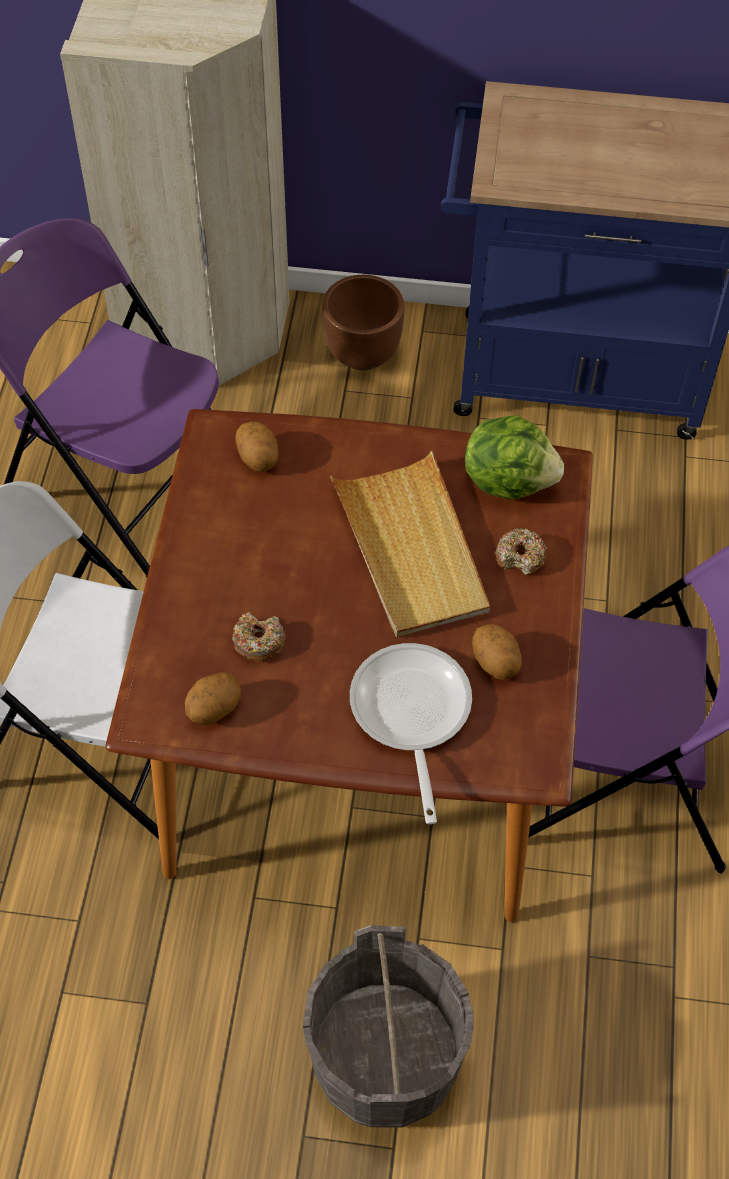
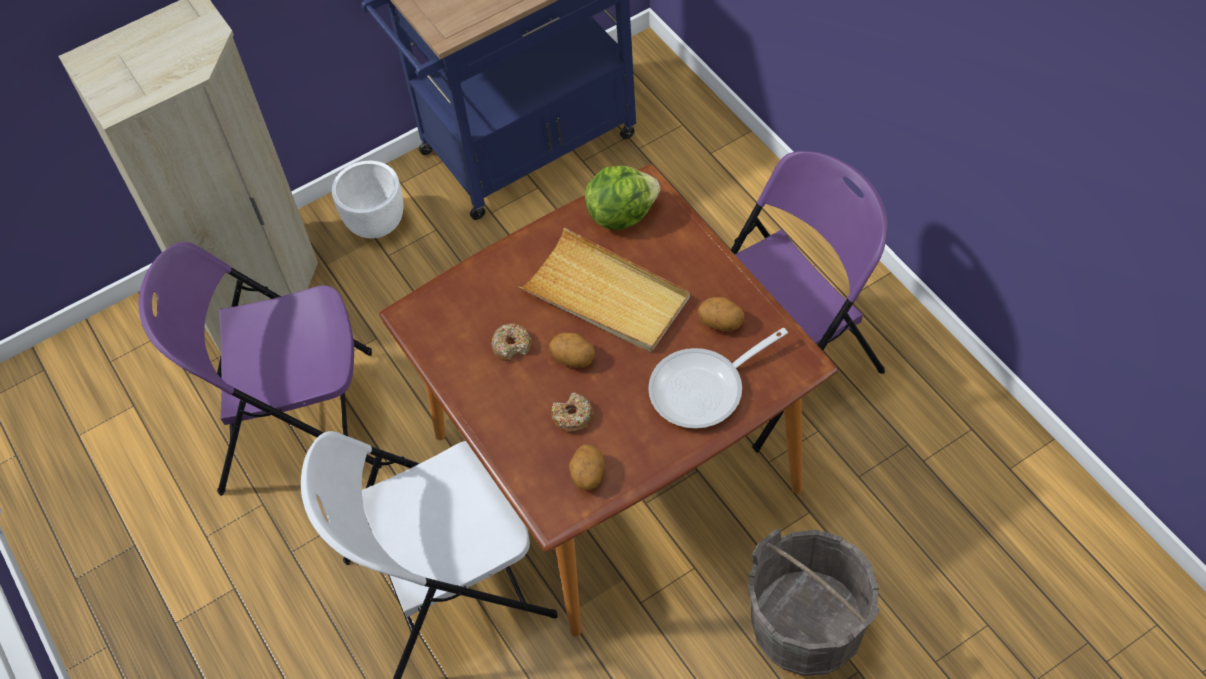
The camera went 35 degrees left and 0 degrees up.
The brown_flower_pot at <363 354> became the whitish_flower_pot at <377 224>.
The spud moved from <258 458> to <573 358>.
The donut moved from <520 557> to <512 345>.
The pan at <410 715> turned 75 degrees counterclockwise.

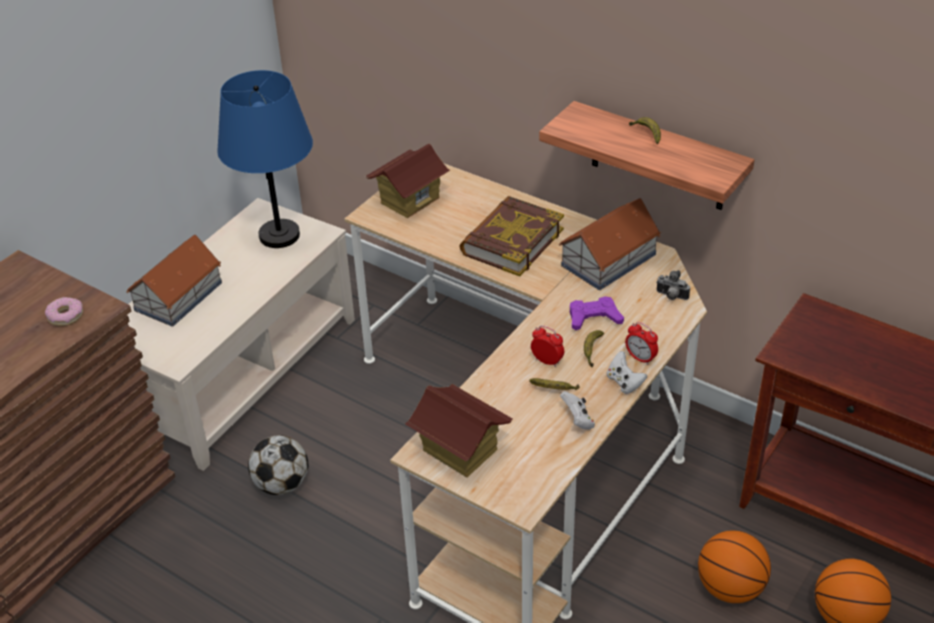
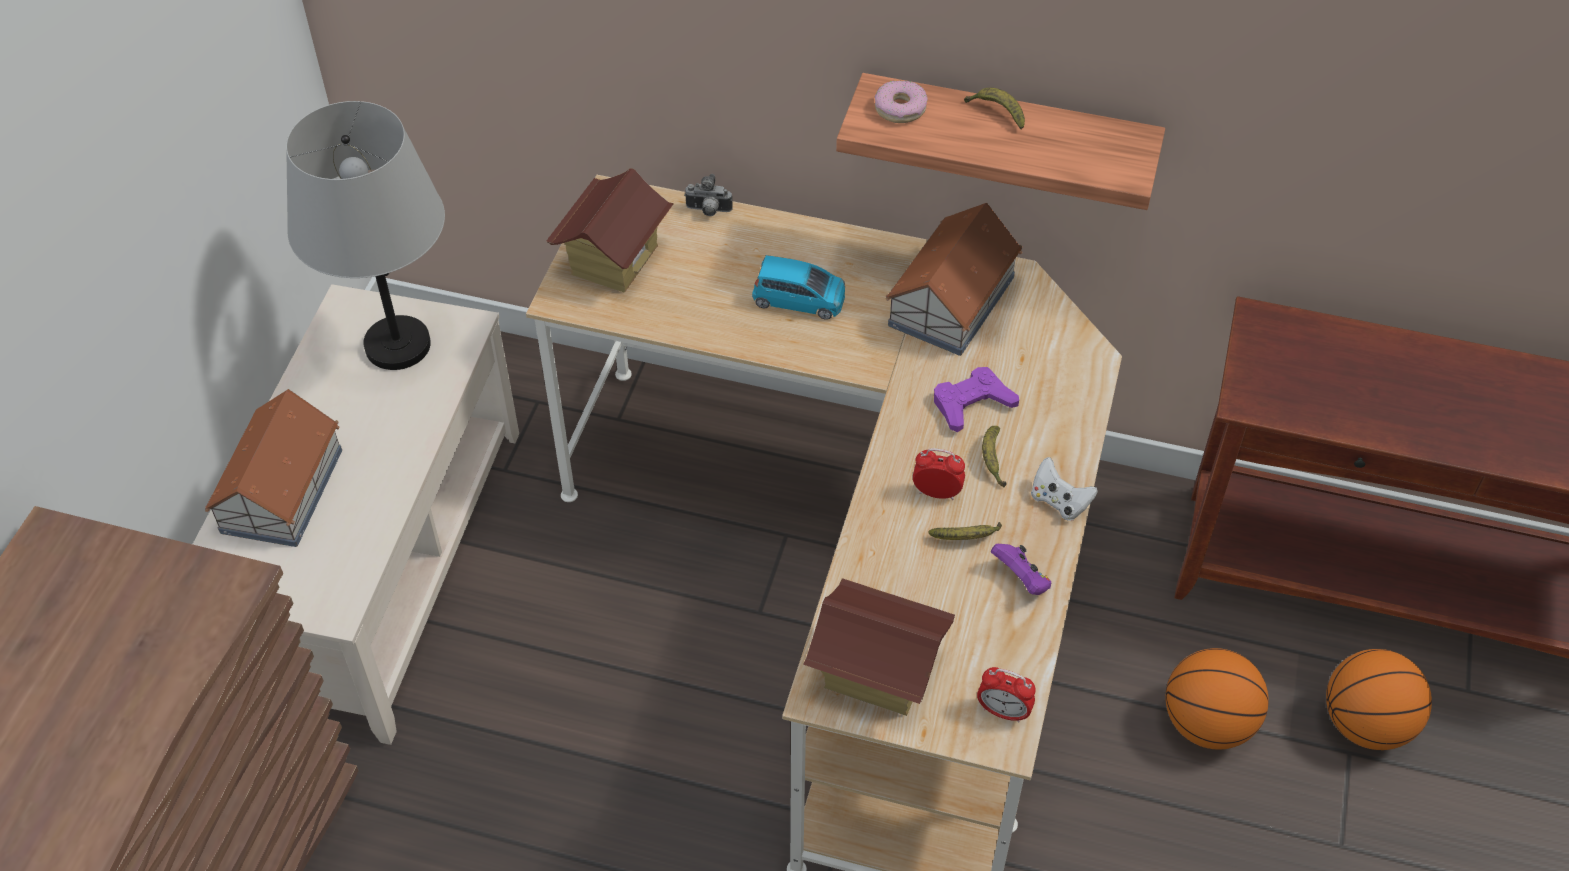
The camera went 20 degrees left and 10 degrees up.
The bluish_table_lamp at <279 235> became the grey_table_lamp at <397 345>.
The volume at <511 241> was replaced by the bluish_miniature_car at <799 300>.
The still_camera moved from <671 296> to <708 211>.
The donut moved from <65 316> to <900 108>.
The bedside_clock moved from <640 358> to <1003 711>.
The whitish_joypad at <578 420> became the purple_joypad at <1021 580>.
The ball_for_football at <282 484> disappeared.

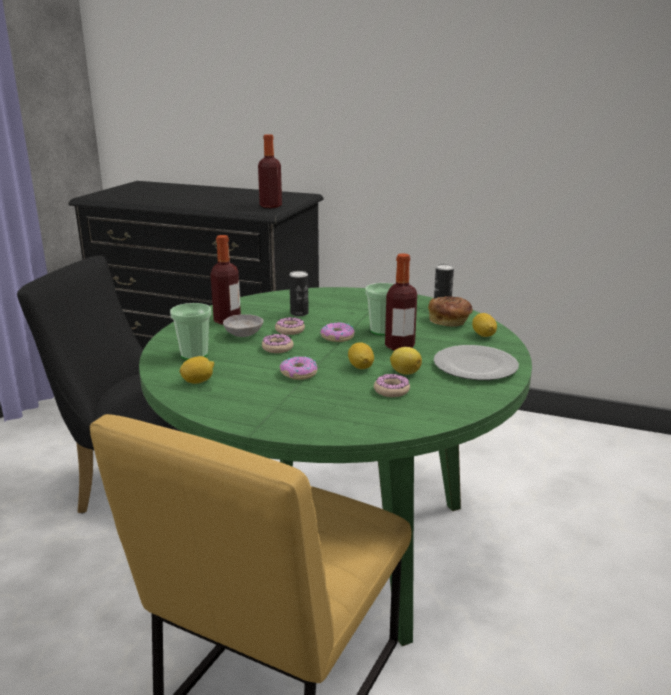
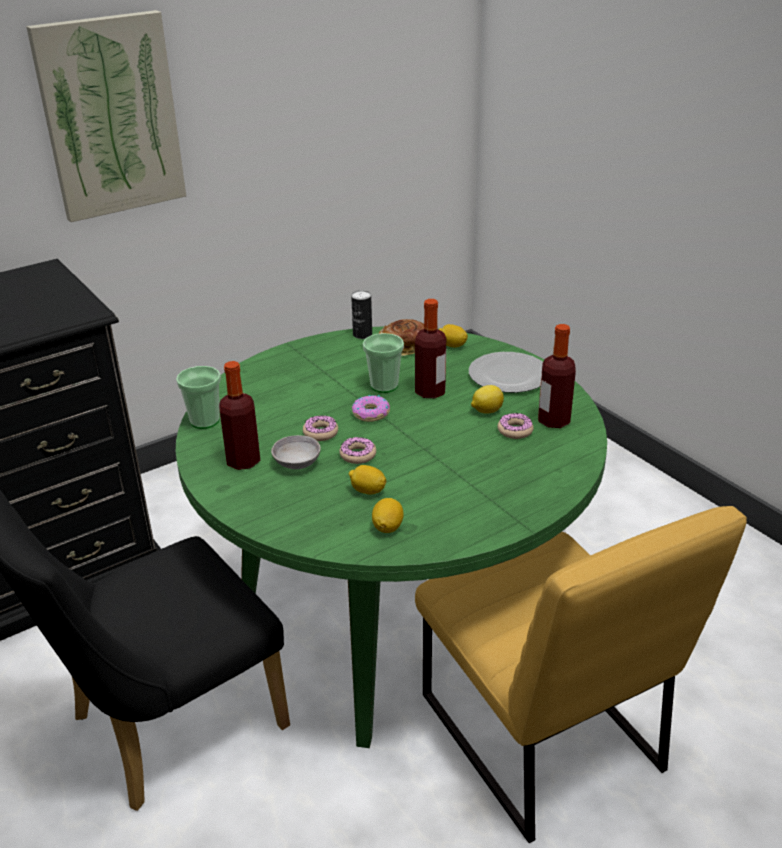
The camera went 55 degrees left and 10 degrees up.
The beverage_bottle moved from <270 206> to <553 420>.
The metal_can at <299 313> disappeared.
The small_cup moved from <194 355> to <204 421>.
The lemon moved from <360 367> to <368 491>.
The donut at <299 373> disappeared.
The wall_picture at <110 116> appeared.

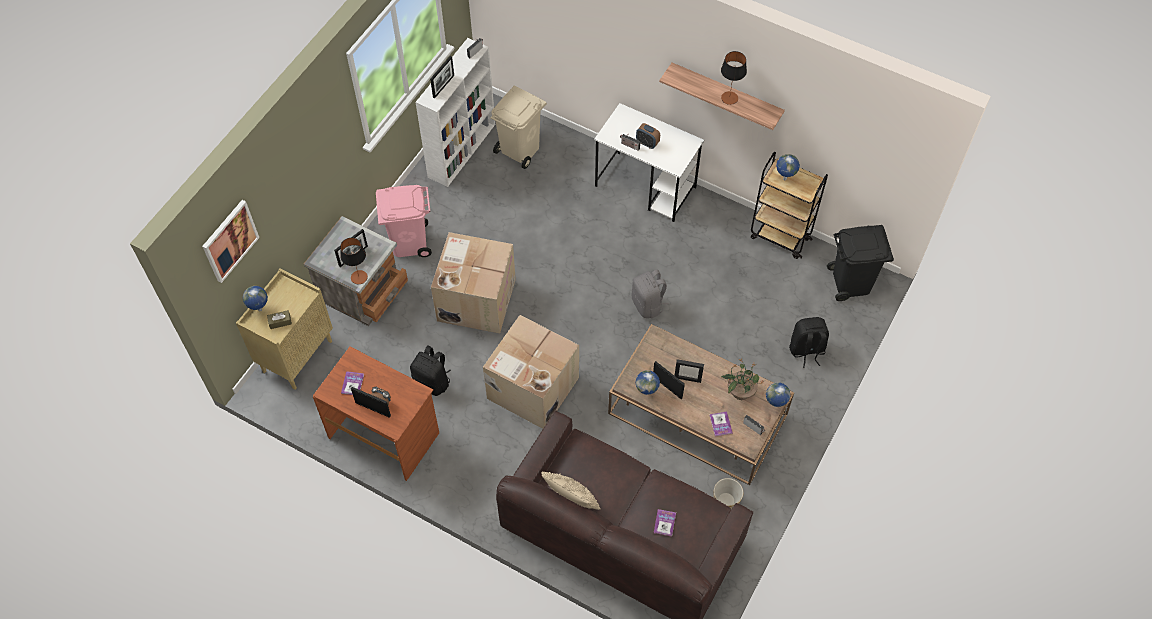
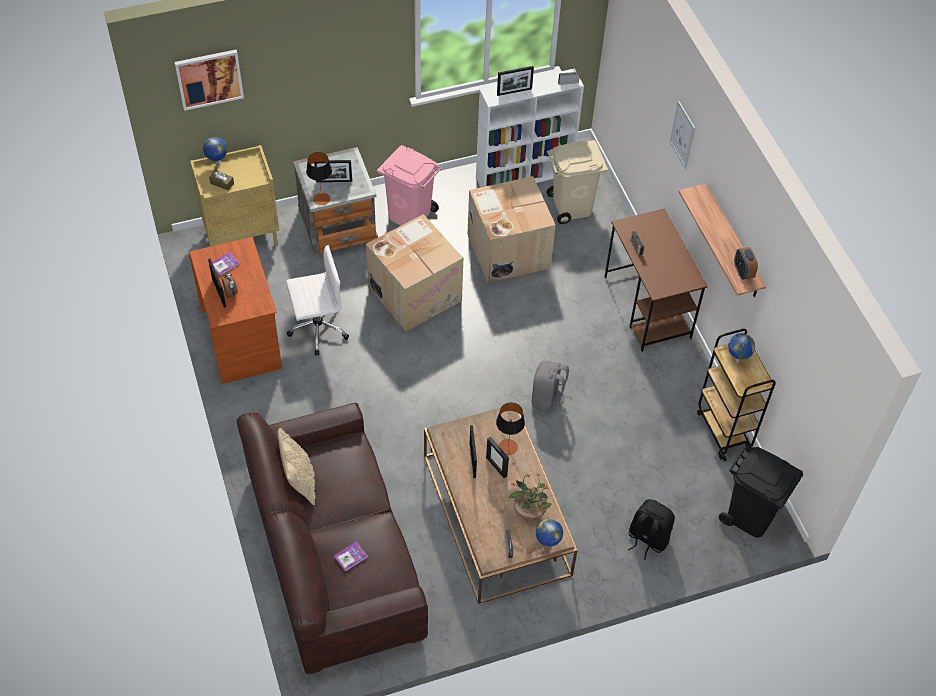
The camera went 40 degrees right and 5 degrees down.
The table_lamp moved from <729 98> to <508 447>.
The whitish_desk_unit at <646 187> became the brown_desk_unit at <647 307>.
The bedside_clock moved from <647 143> to <743 272>.
The packing_box moved from <531 388> to <507 250>.
The blackish_knapsack at <432 382> was replaced by the whitish_computer_chair at <317 328>.
The desk_globe at <647 392> disappeared.
The volume at <720 424> disappeared.
The flower_pot at <725 500> disappeared.
The wall_picture at <682 135> appeared.

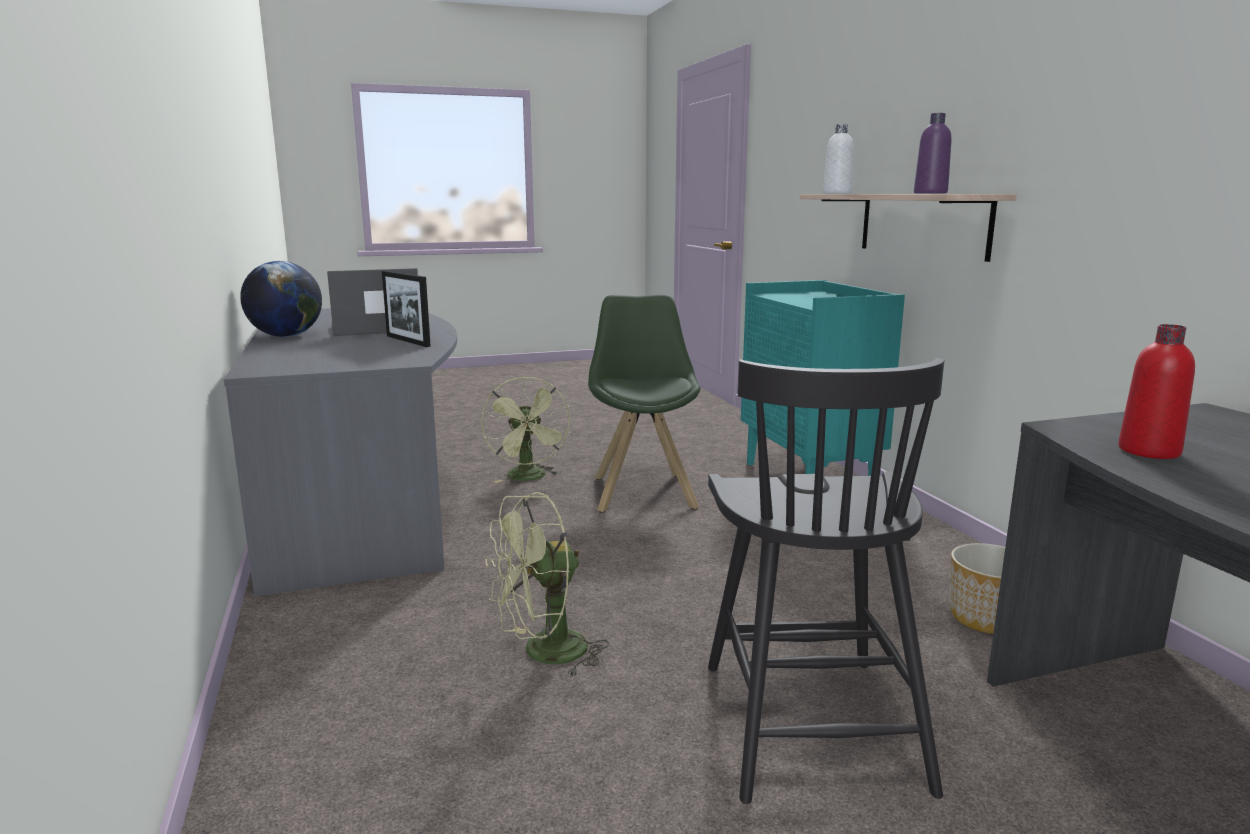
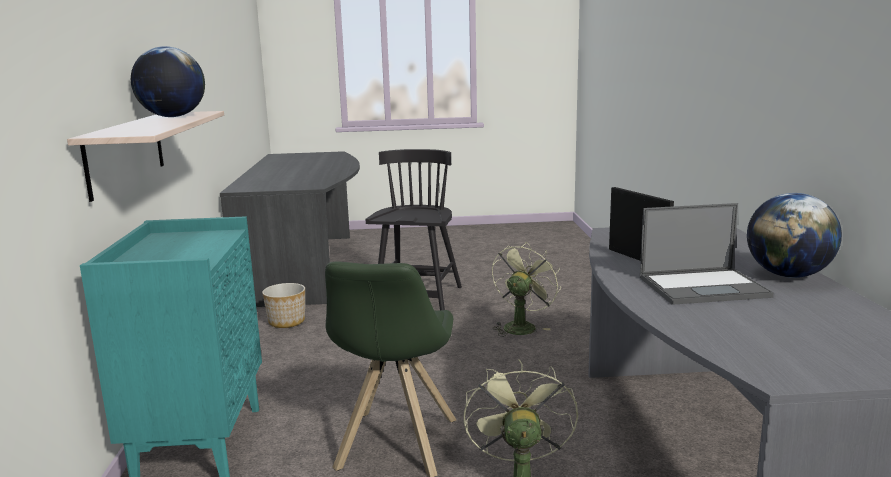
The camera went 165 degrees left and 0 degrees up.
The purple_beverage_bottle at <930 193> was replaced by the desk_globe at <173 117>.
The whitish_beverage_bottle at <837 193> disappeared.
The reddish_beverage_bottle at <1149 451> disappeared.
The green-coloured_fan at <543 654> turned 45 degrees counterclockwise.

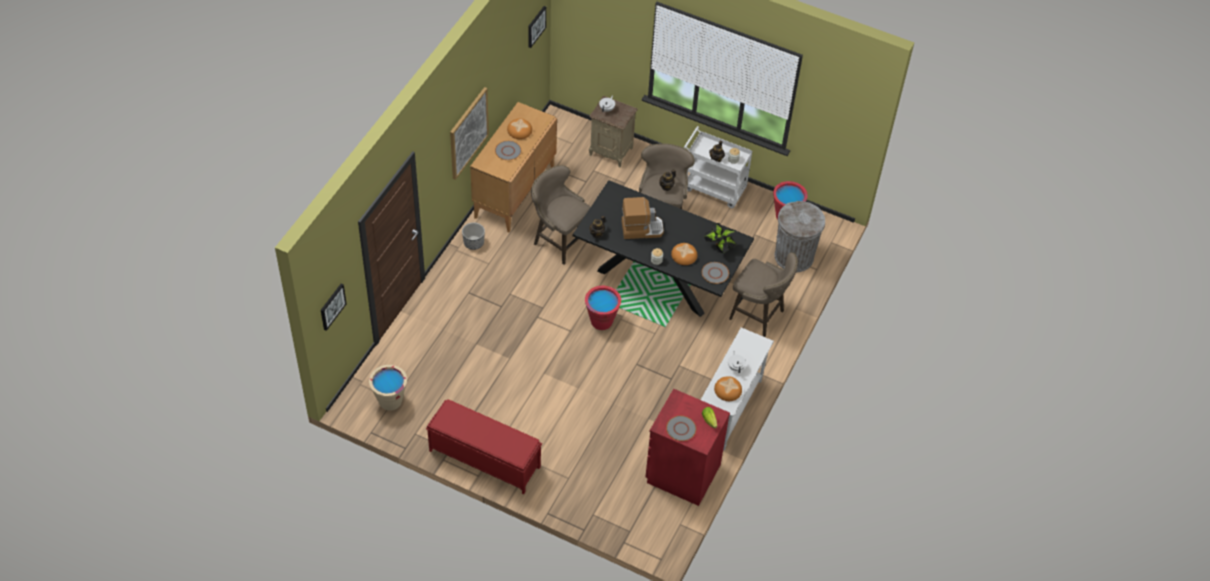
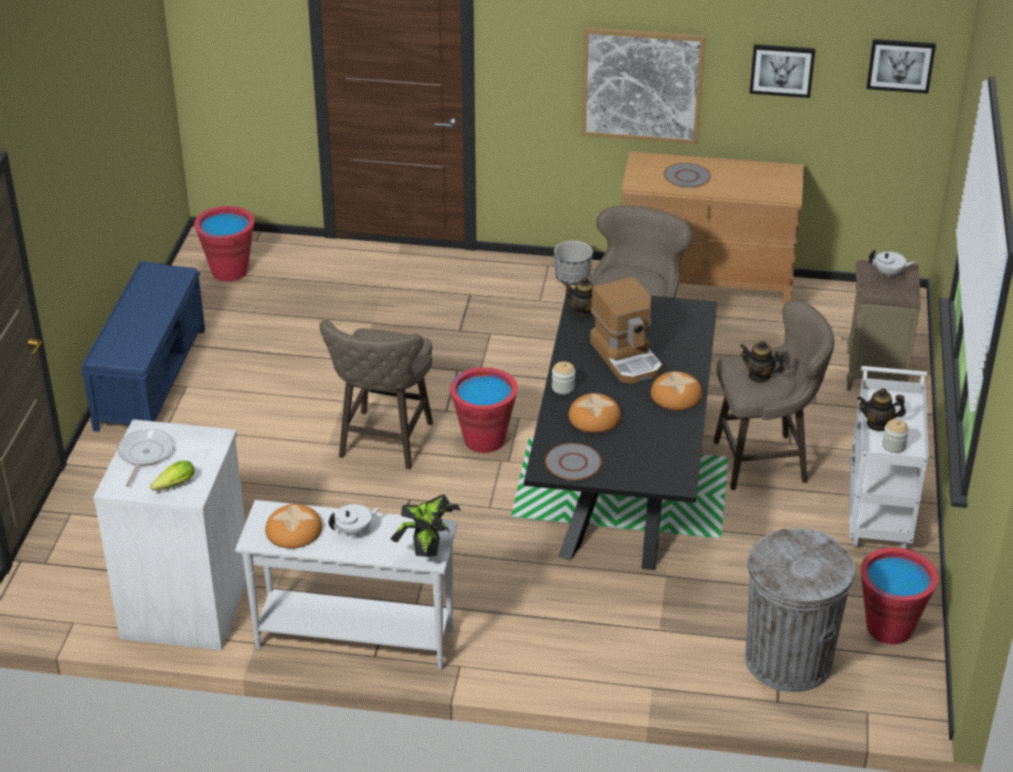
The camera went 75 degrees right and 15 degrees down.
The baked_bread moved from <520 130> to <676 395>.
The plant_in_a_pot moved from <719 247> to <427 550>.
The sand-coloured_sitting_stool moved from <759 316> to <384 443>.
The wall_picture moved from <332 306> to <782 70>.
The sand-coloured_water_bucket at <390 401> became the reddish_water_bucket at <229 271>.
The reddish_drawer_chest at <682 474> became the whitish_drawer_chest at <185 604>.
The reddish_indoor_bench at <484 458> became the bluish_indoor_bench at <151 377>.
The grey_plate at <681 429> was replaced by the pan at <144 454>.

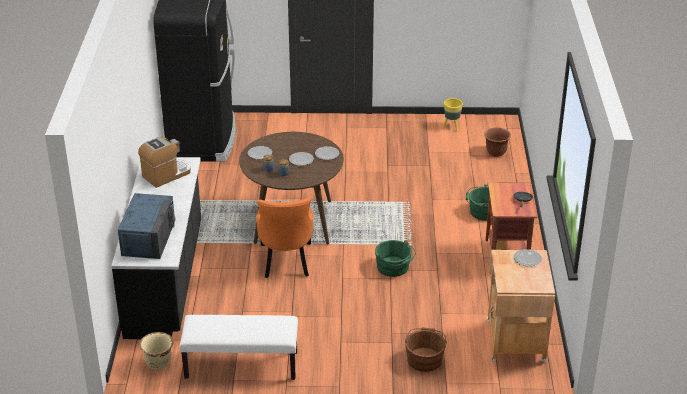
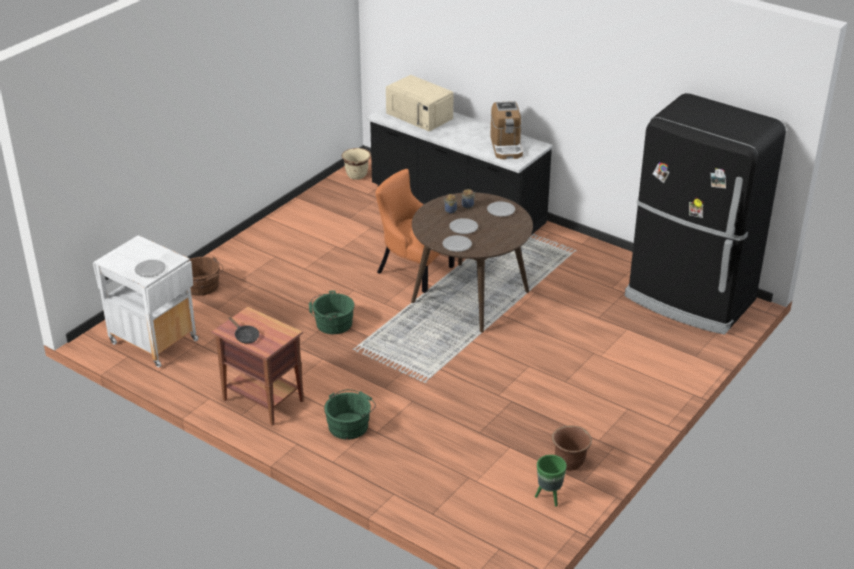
The camera went 125 degrees right and 0 degrees up.
The yellow-coloured_flower_pot at <452 127> became the green-coloured_flower_pot at <549 497>.
The brown_flower_pot moved from <496 152> to <569 462>.
The bluish_kitchen_microwave at <148 237> became the sand-coloured_kitchen_microwave at <420 116>.
The brown_trolley at <515 342> became the whitish_trolley at <153 341>.
The whitish_indoor_bench at <241 365> disappeared.

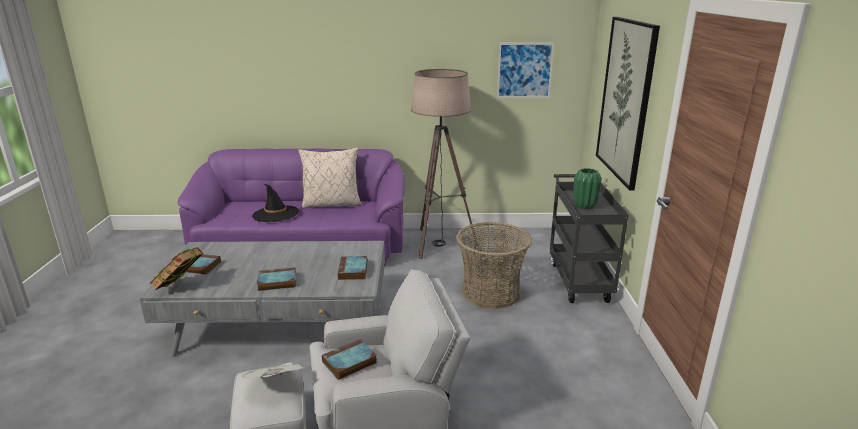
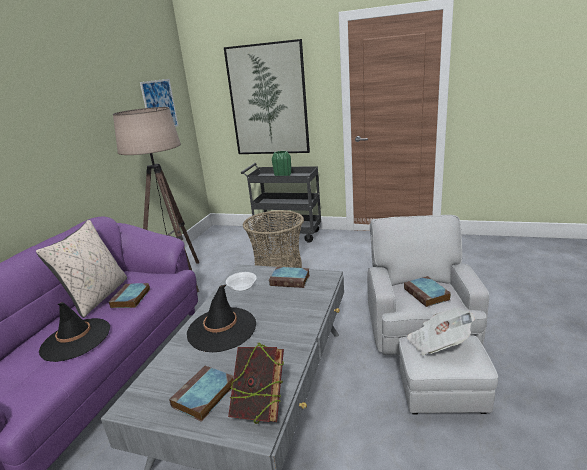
The camera went 70 degrees left and 0 degrees up.
The volume moved from <276 282> to <131 298>.
The bowl at <242 287> appeared.
The blackish_clothing_hat at <222 329> appeared.

